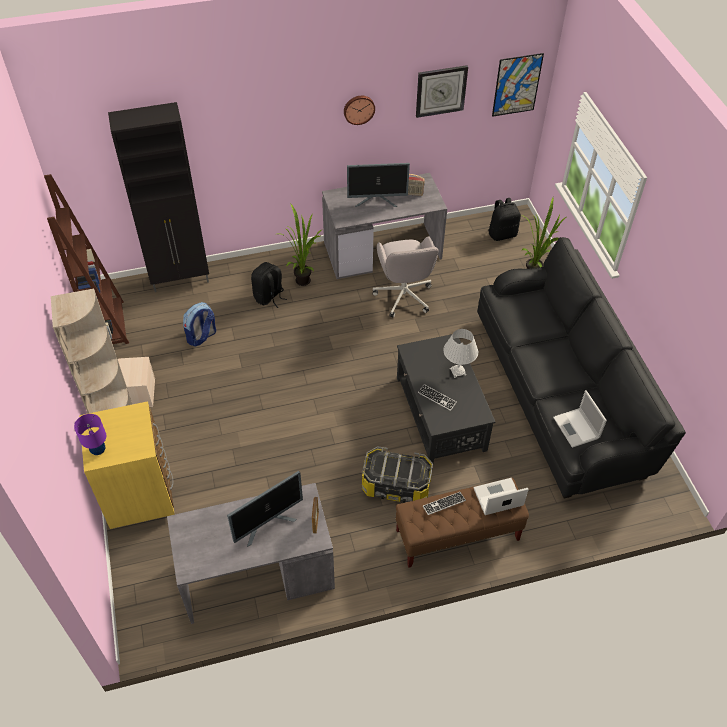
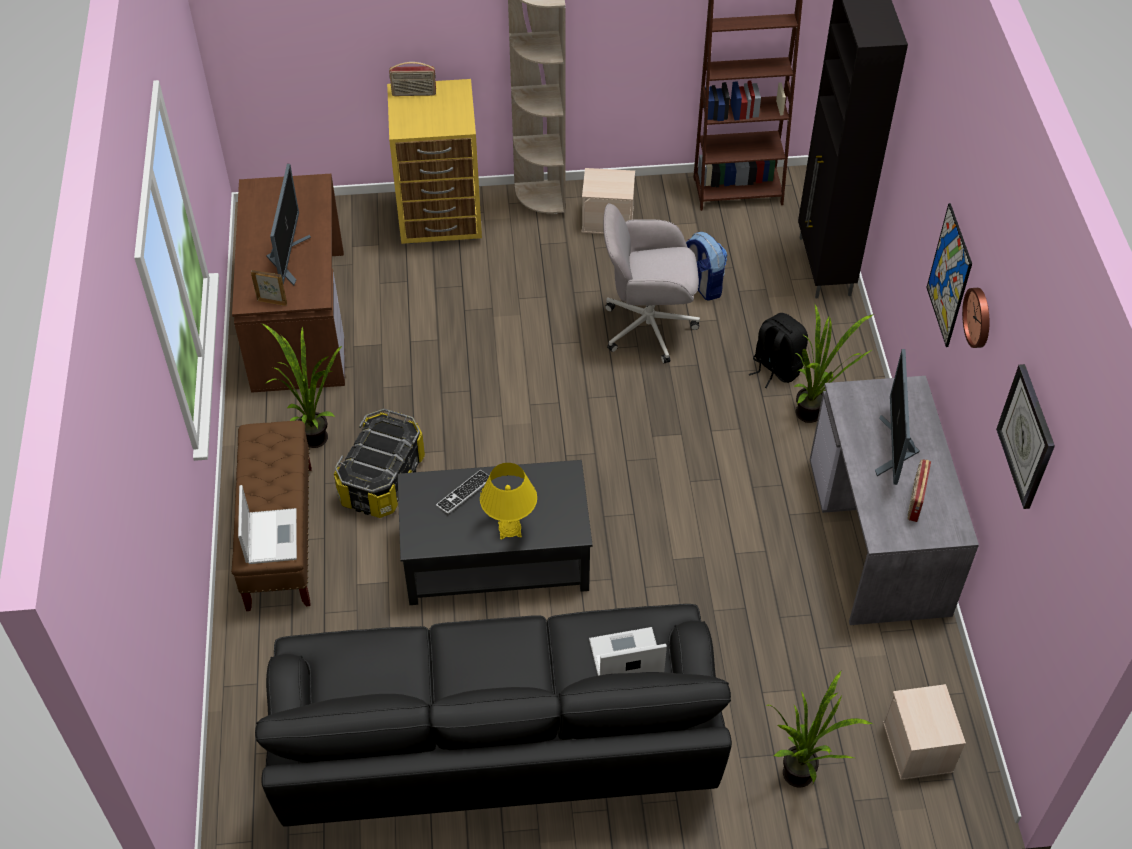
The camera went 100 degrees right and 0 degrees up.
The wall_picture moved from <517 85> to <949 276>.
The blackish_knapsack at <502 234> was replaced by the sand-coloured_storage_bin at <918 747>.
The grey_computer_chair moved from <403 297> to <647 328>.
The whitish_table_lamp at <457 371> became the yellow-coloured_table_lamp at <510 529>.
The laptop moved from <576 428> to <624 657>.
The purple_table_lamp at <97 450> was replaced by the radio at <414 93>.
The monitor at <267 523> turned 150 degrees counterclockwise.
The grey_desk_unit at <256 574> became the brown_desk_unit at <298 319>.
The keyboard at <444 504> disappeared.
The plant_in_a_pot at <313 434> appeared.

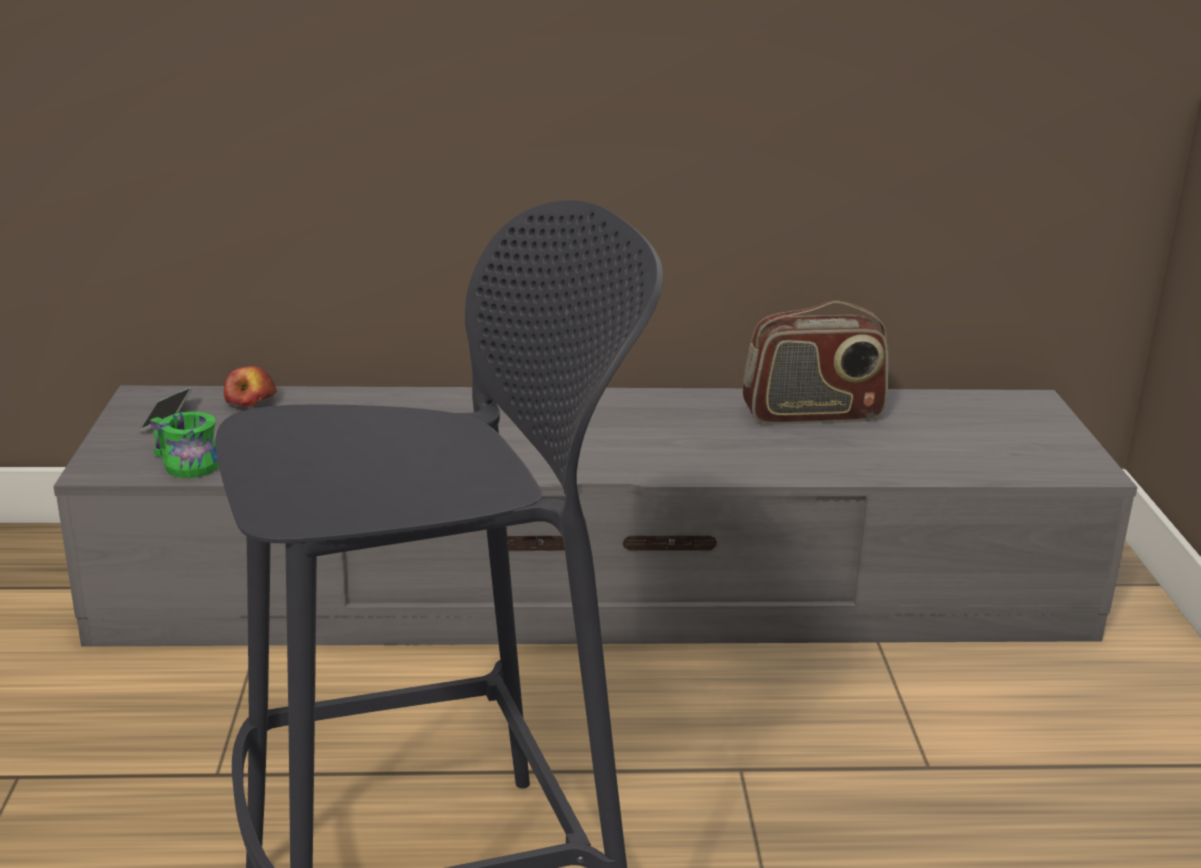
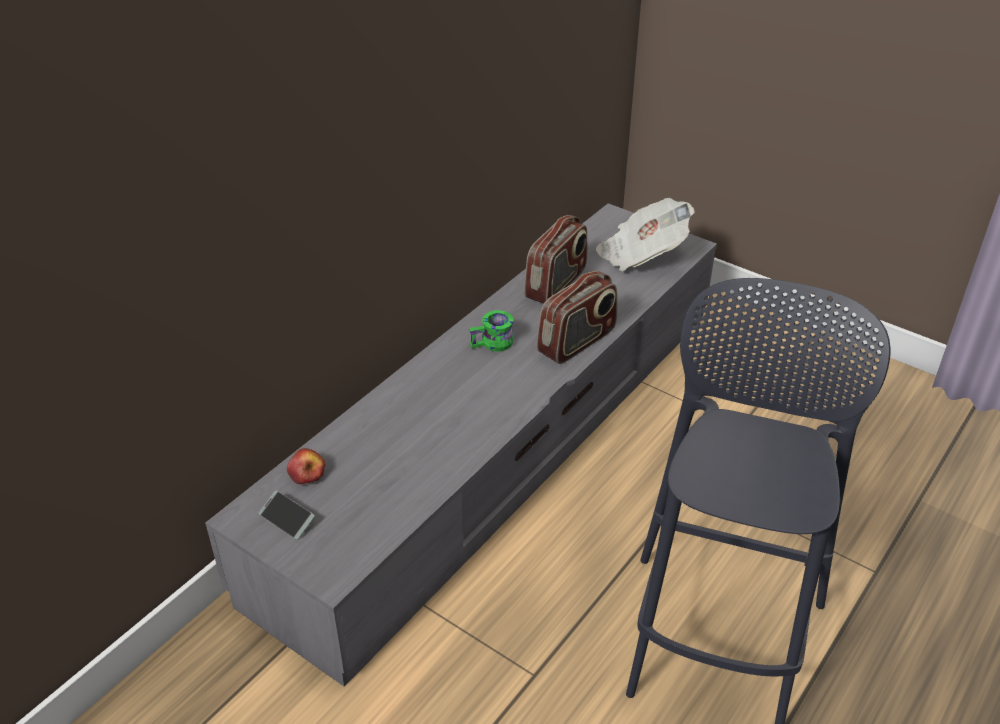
The camera went 50 degrees left and 15 degrees up.
The green-coloured_coffee_mug moved from <182 466> to <493 344>.
The printed_paper at <641 254> appeared.
The radio at <577 342> appeared.

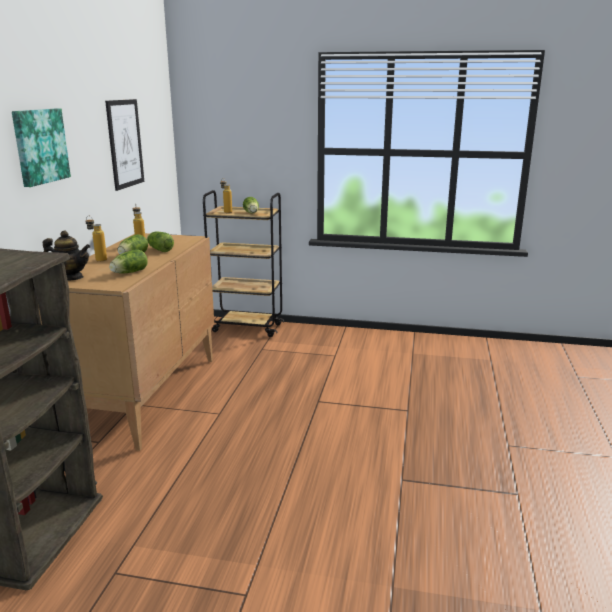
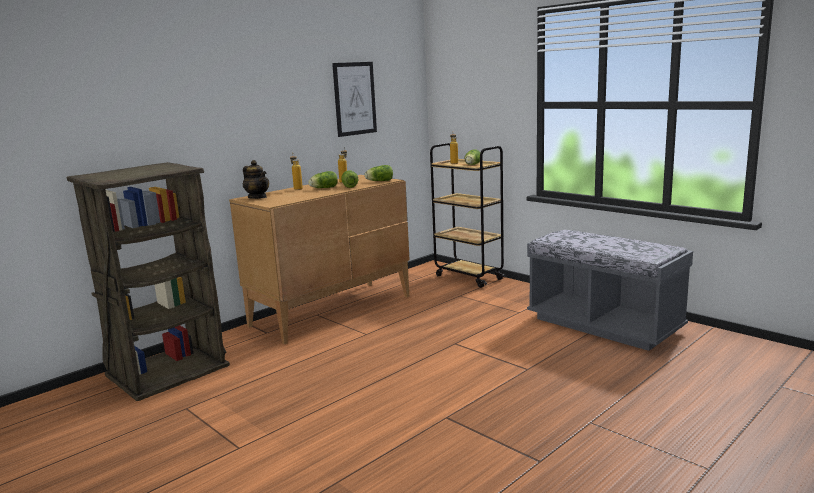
The camera went 35 degrees right and 5 degrees down.
The wall_picture at <39 146> disappeared.
The lettuce moved from <128 273> to <379 181>.
The grey_indoor_bench at <603 325> appeared.

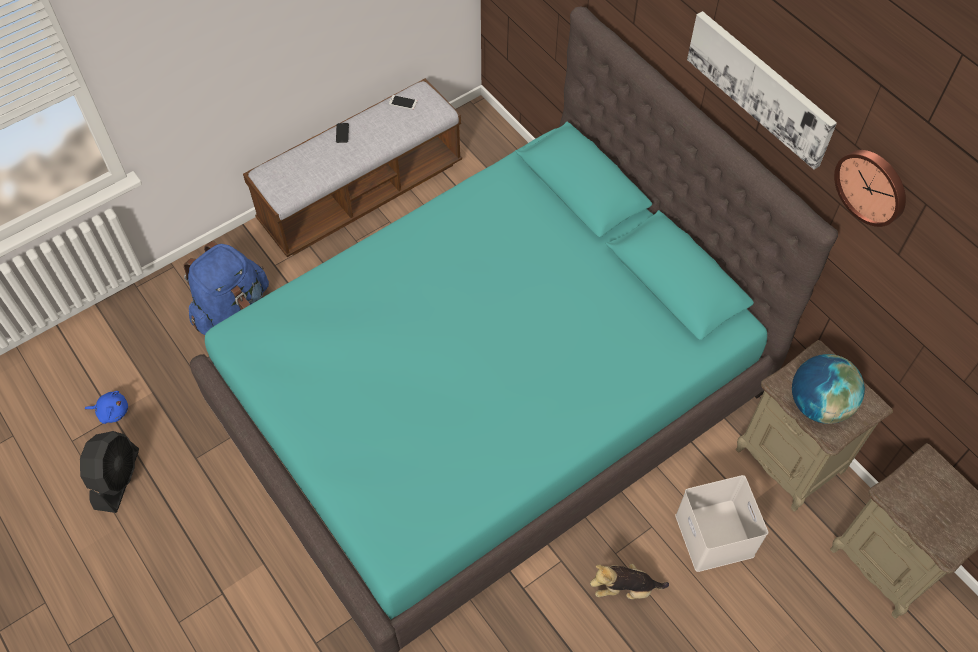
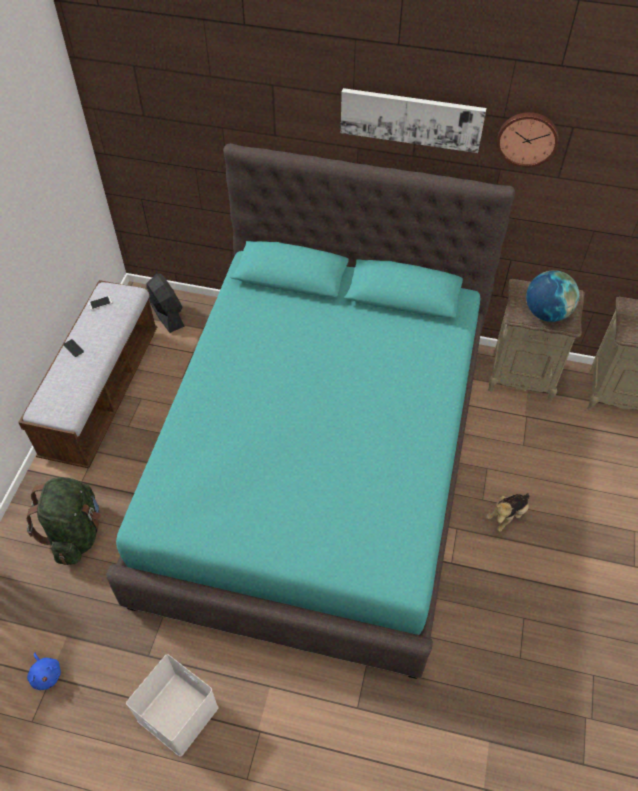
The camera went 40 degrees left and 5 degrees down.
The bluish_knapsack at <232 309> became the green-coloured_knapsack at <76 533>.
The bluish_plush_toy at <112 411> turned 90 degrees clockwise.
The blackish_fan moved from <117 479> to <167 314>.
The whitish_storage_bin moved from <716 536> to <180 713>.

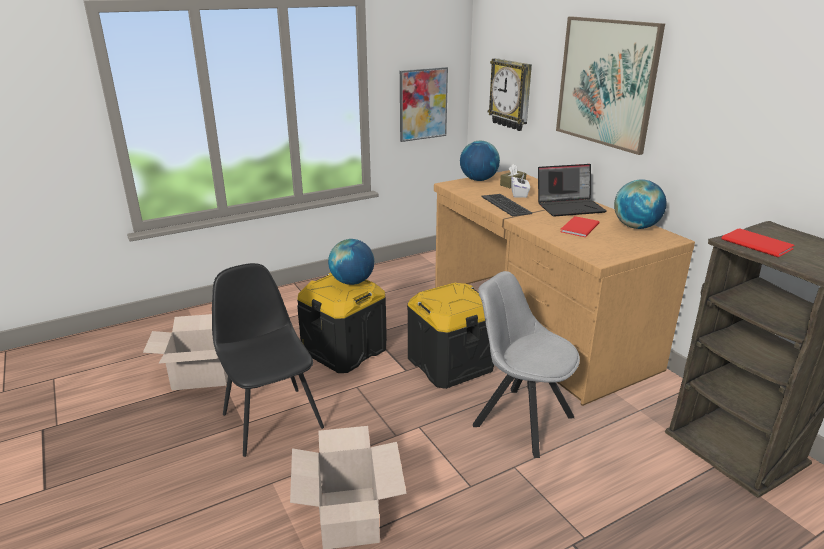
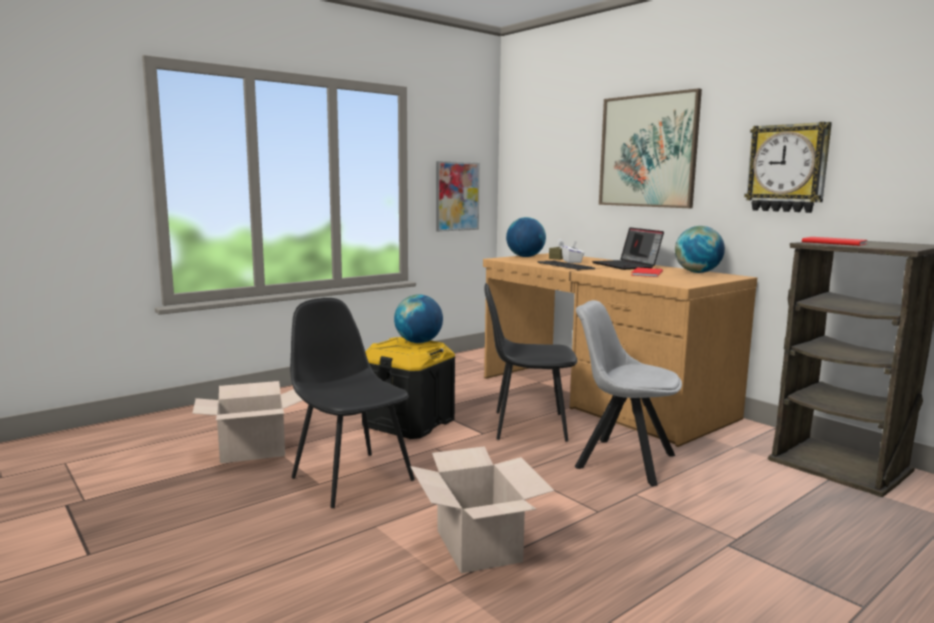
The camera went 10 degrees left and 15 degrees down.
The clock_on_the_wall moved from <511 94> to <787 168>.
The laptop at <570 207> turned 90 degrees clockwise.
The blackish_storage_bin at <450 363> was replaced by the blackish_upright_chair at <527 426>.

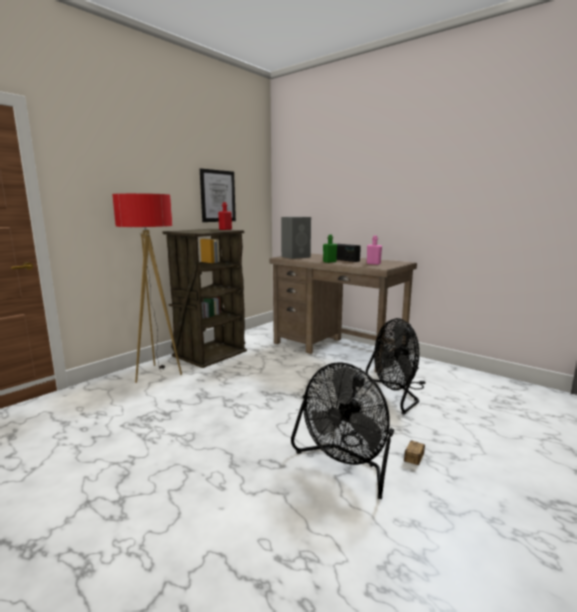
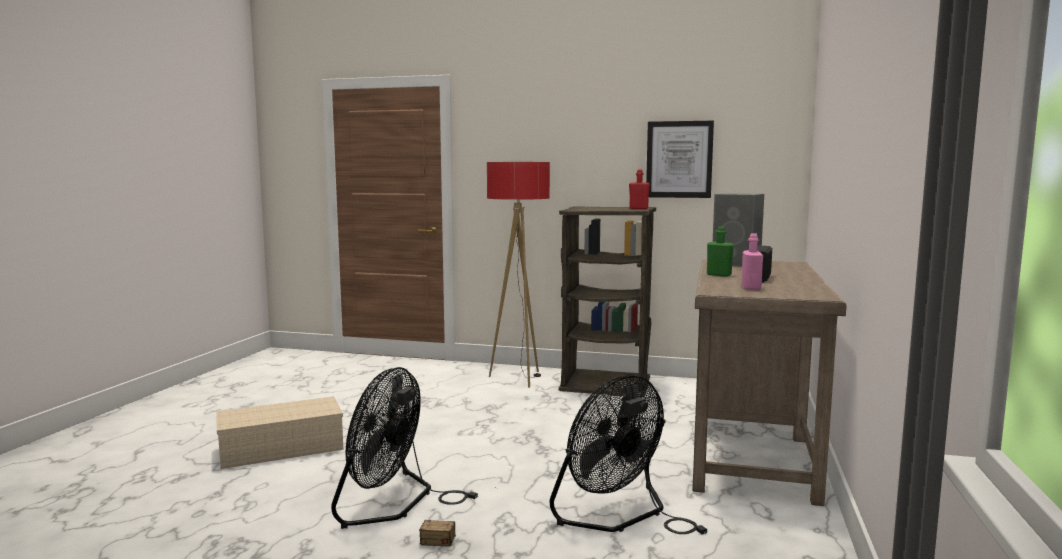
The camera went 65 degrees right and 5 degrees down.
The sand-coloured_storage_bin at <283 447> appeared.

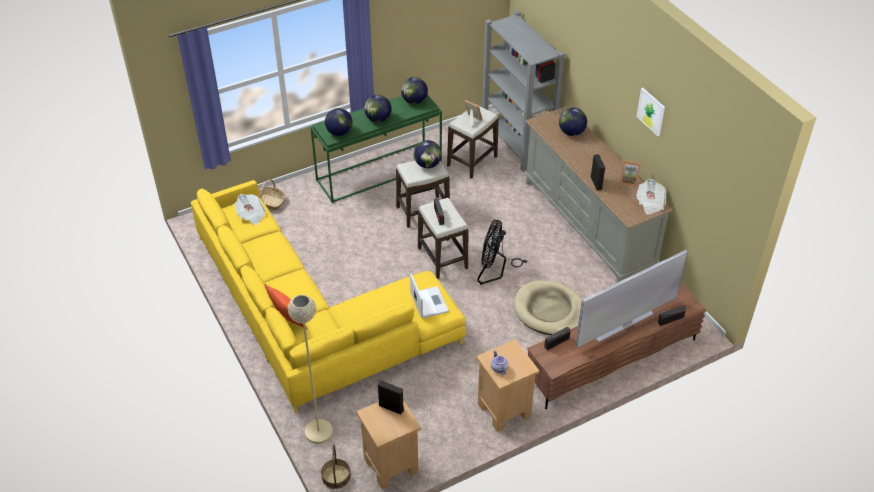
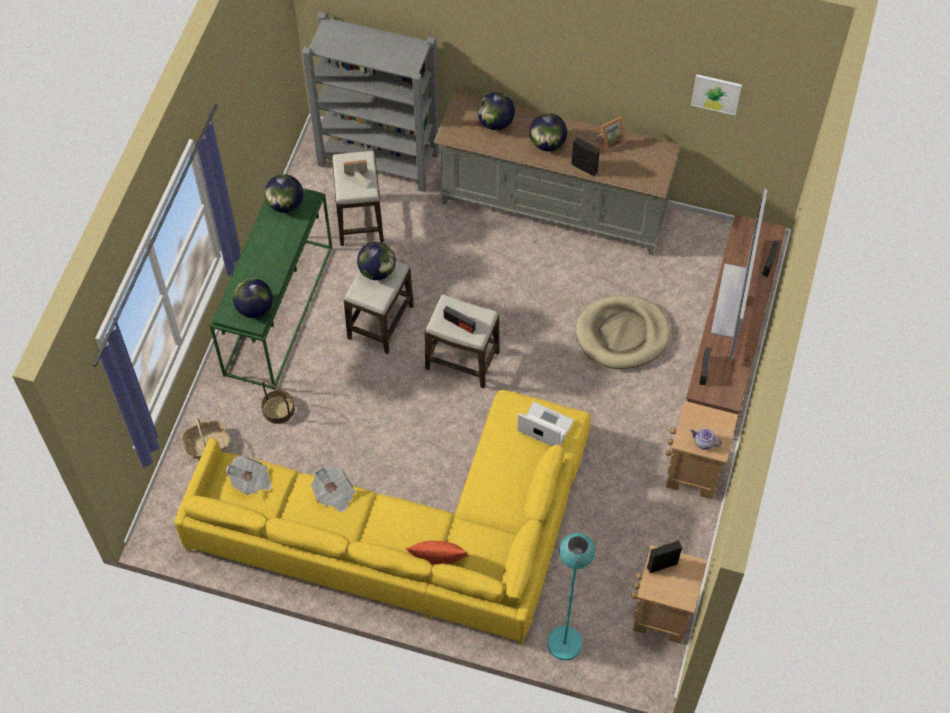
The camera went 45 degrees left and 15 degrees up.
The wall_picture moved from <651 111> to <716 93>.
The desk_globe moved from <378 119> to <547 143>.
The printed_paper moved from <650 203> to <334 494>.
The blackish_fan at <496 266> disappeared.
The sand-coloured_floor_lamp at <318 432> became the turquoise_floor_lamp at <564 644>.
The storage_basket moved from <336 476> to <278 409>.

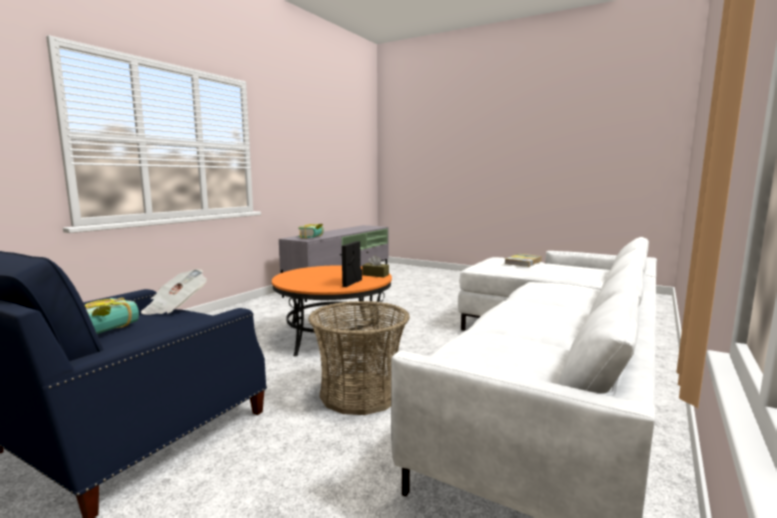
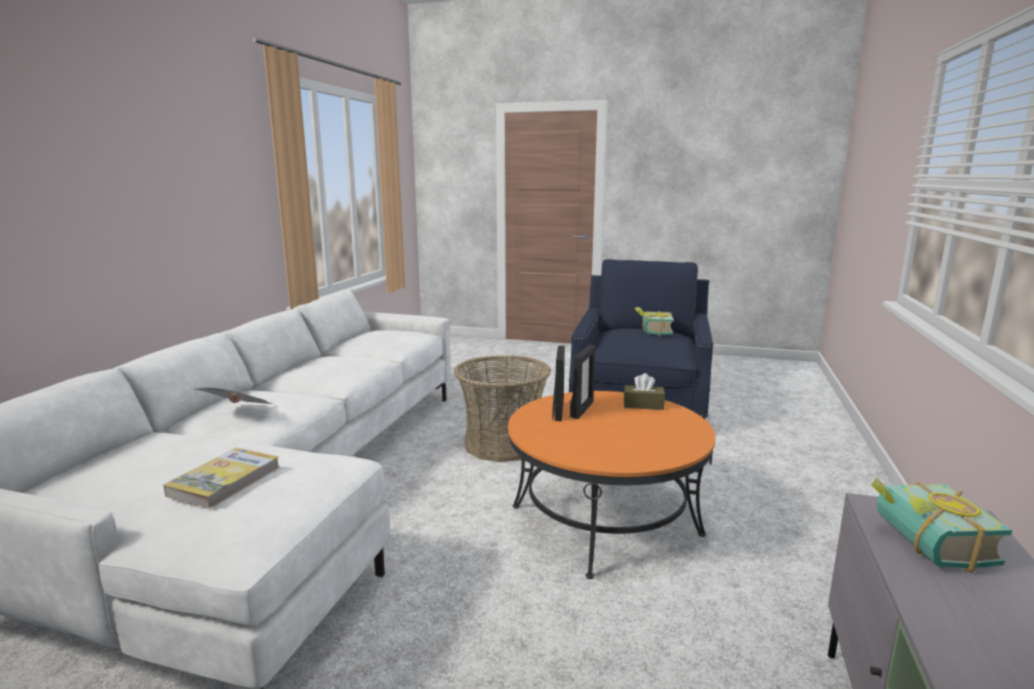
The camera went 165 degrees right and 5 degrees up.
The brown_tissue_holder moved from <375 275> to <643 405>.
The printed_paper moved from <175 307> to <240 414>.
The photo_frame at <581 409> appeared.

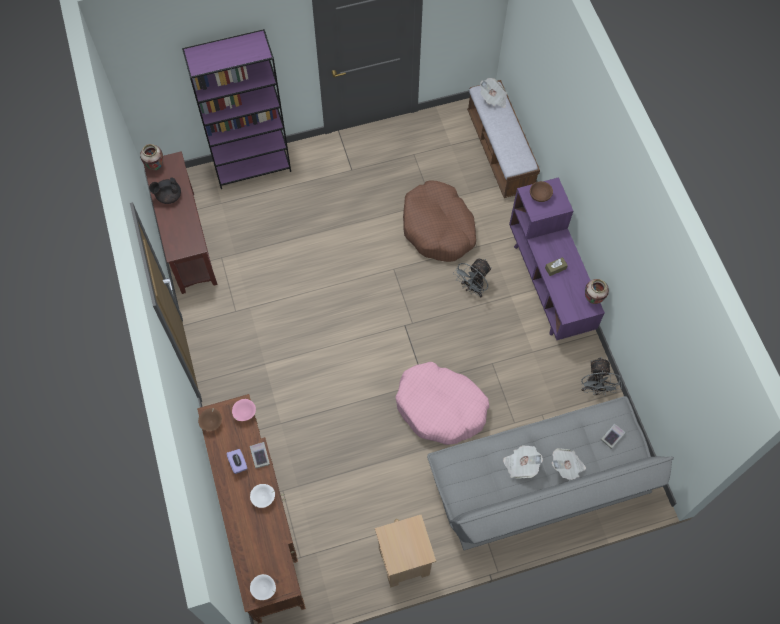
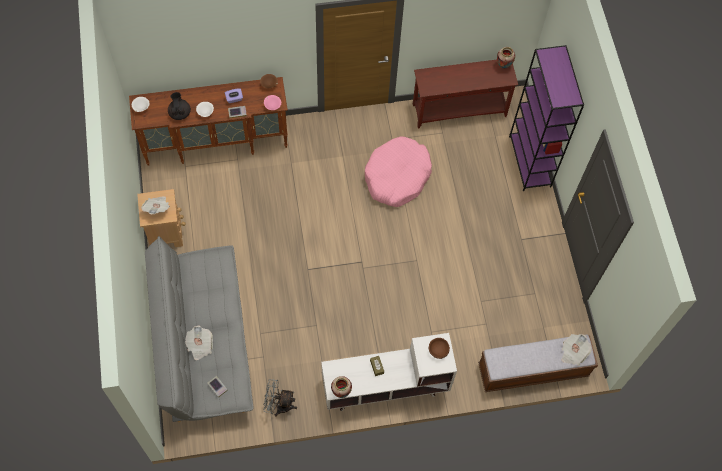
The camera went 95 degrees right and 0 degrees up.
The blackish_pot_for_tea moved from <168 196> to <180 113>.
The purple_tv_unit at <550 285> became the whitish_tv_unit at <384 388>.
The brown_pet_bed at <438 228> disappeared.
The grey_fan at <472 288> disappeared.
The pink_pet_bed moved from <440 407> to <397 176>.
The printed_paper moved from <521 464> to <157 208>.

